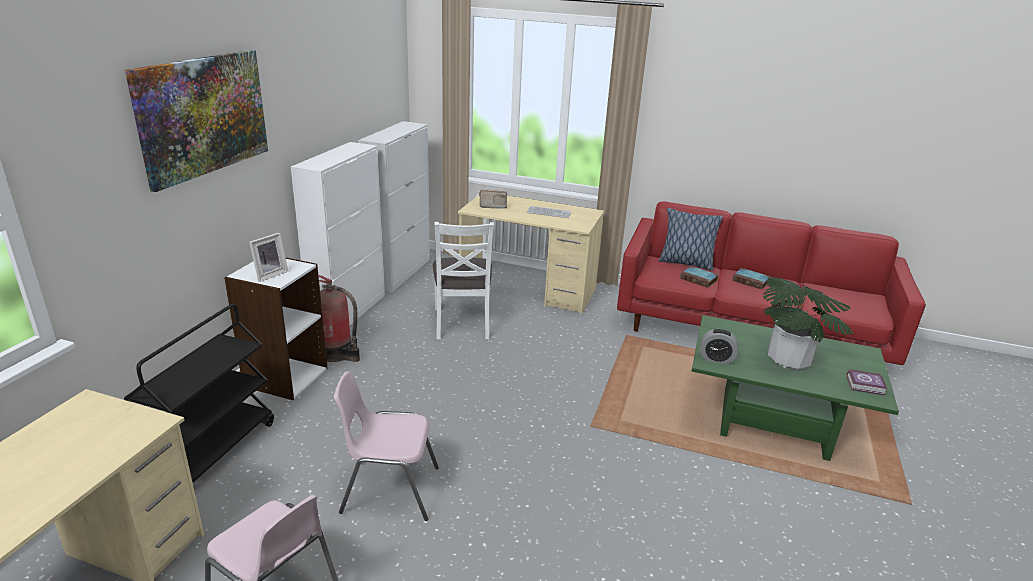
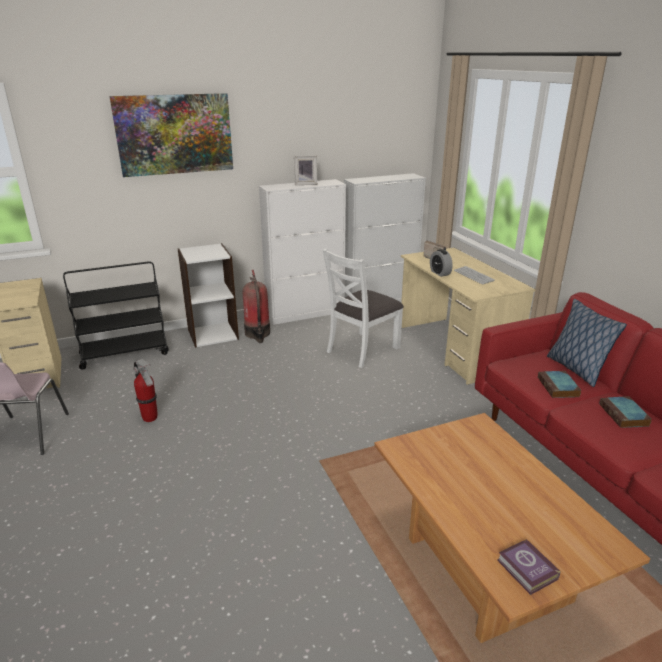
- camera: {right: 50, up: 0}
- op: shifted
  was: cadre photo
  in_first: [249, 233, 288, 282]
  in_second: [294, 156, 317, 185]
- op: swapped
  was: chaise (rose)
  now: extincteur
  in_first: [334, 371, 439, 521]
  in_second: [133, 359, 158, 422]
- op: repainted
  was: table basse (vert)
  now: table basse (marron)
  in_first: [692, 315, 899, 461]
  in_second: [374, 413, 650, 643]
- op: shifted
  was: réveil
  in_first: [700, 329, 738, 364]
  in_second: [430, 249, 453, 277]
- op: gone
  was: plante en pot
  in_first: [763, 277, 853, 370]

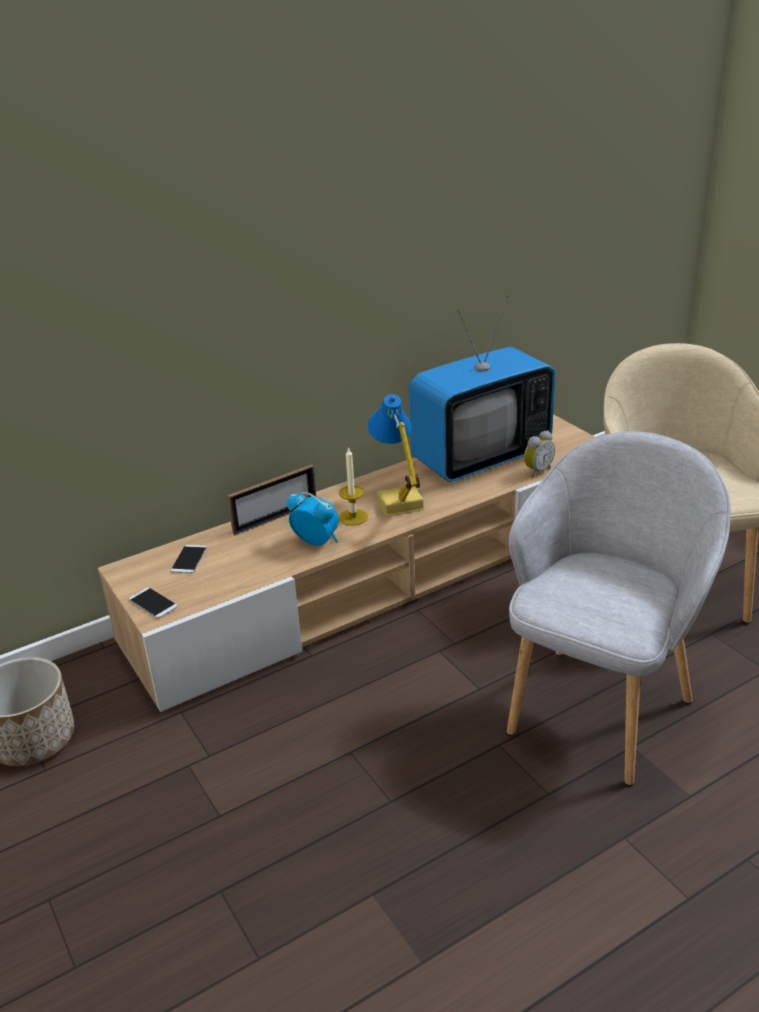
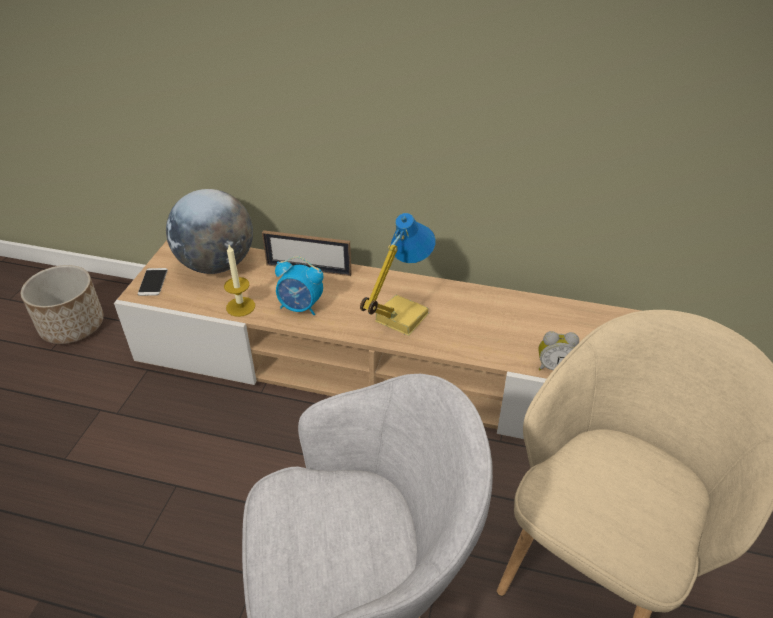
- camera: {right: 45, up: 10}
- op: swapped
  was: téléphone
  now: globe
  in_first: [171, 545, 207, 574]
  in_second: [166, 189, 253, 274]
- op: rotated
  was: réveil
  in_first: [287, 492, 339, 546]
  in_second: [275, 256, 323, 315]
  clockwise: 120
- op: shifted
  was: bougie
  in_first: [339, 447, 368, 526]
  in_second: [224, 245, 255, 317]
- op: gone
  was: téléviseur
  in_first: [409, 296, 556, 482]

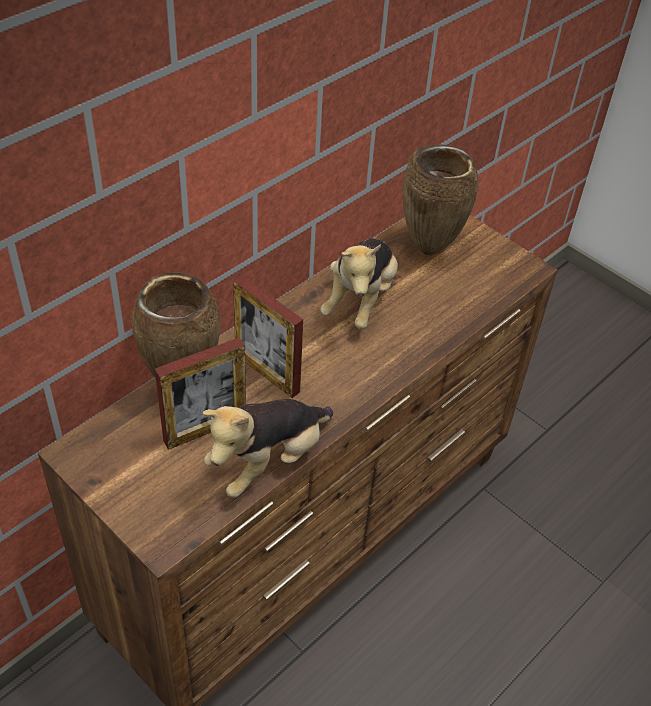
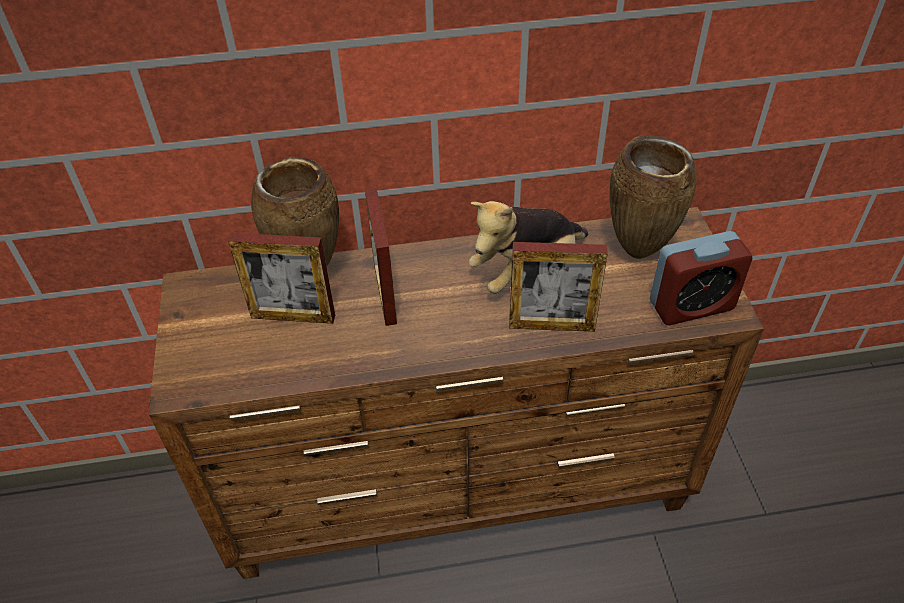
- camera: {right: 40, up: 0}
- op: gone
  was: peluche
  in_first: [203, 399, 333, 498]
- op: new
  now: cadre photo
  in_second: [509, 242, 608, 332]
- op: new
  now: réveil
  in_second: [650, 231, 753, 325]

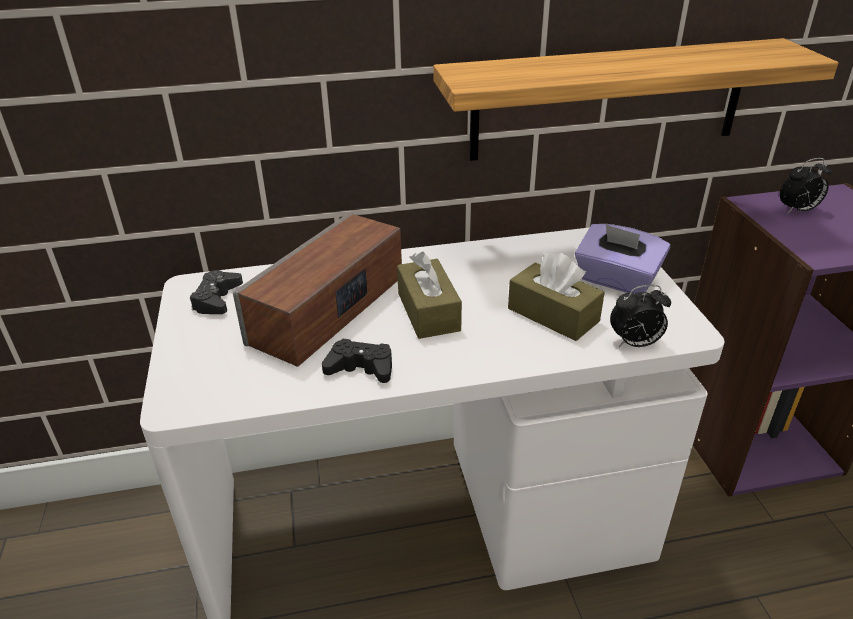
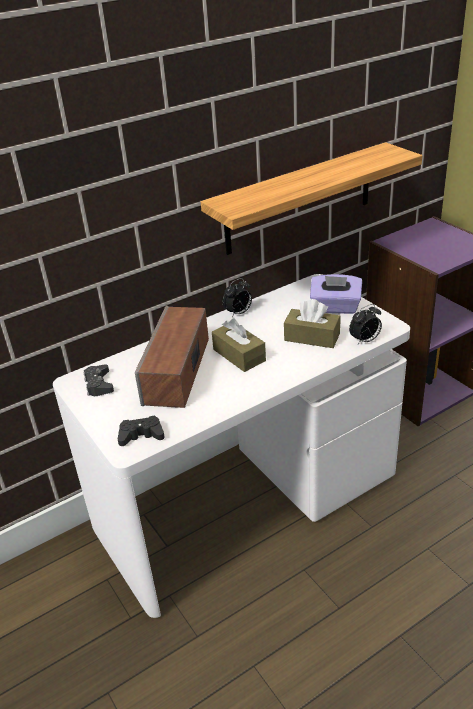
- camera: {right: -20, up: 0}
- op: shifted
  was: manette (noir)
  in_first: [322, 339, 392, 383]
  in_second: [118, 416, 165, 446]
- op: shifted
  was: réveil
  in_first: [780, 158, 832, 214]
  in_second: [223, 278, 252, 317]

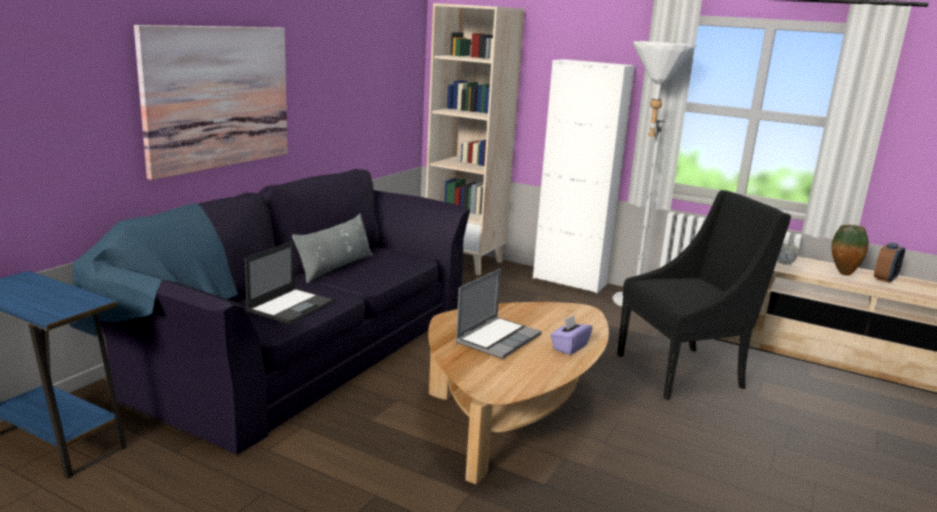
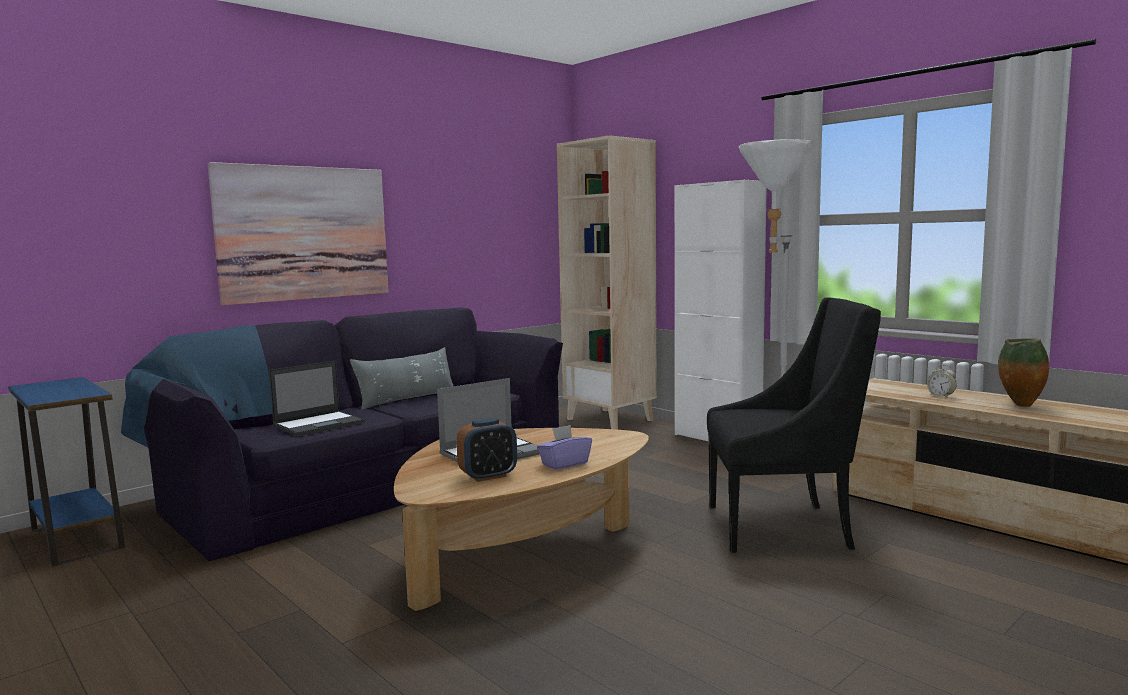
- camera: {right: 20, up: -10}
- op: shifted
  was: réveil
  in_first: [874, 243, 905, 283]
  in_second: [456, 418, 517, 482]

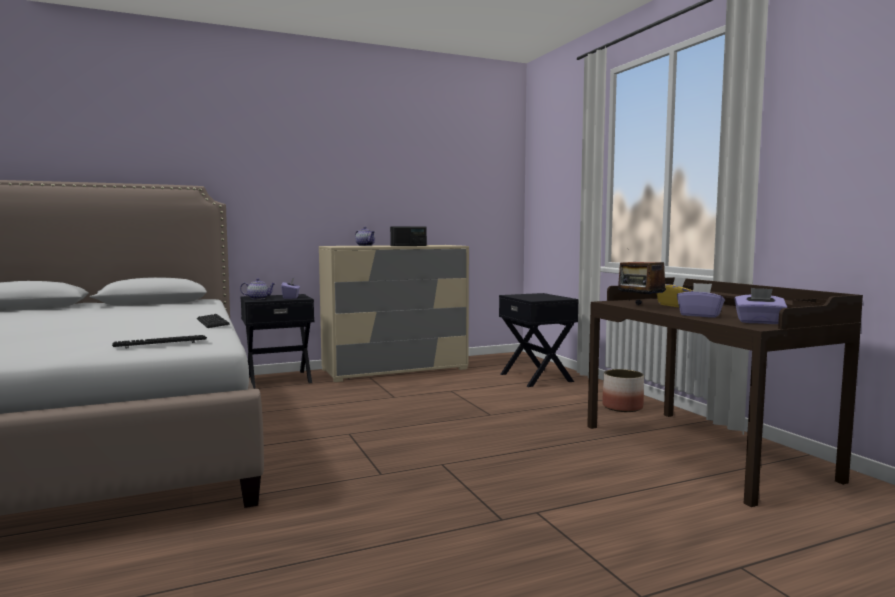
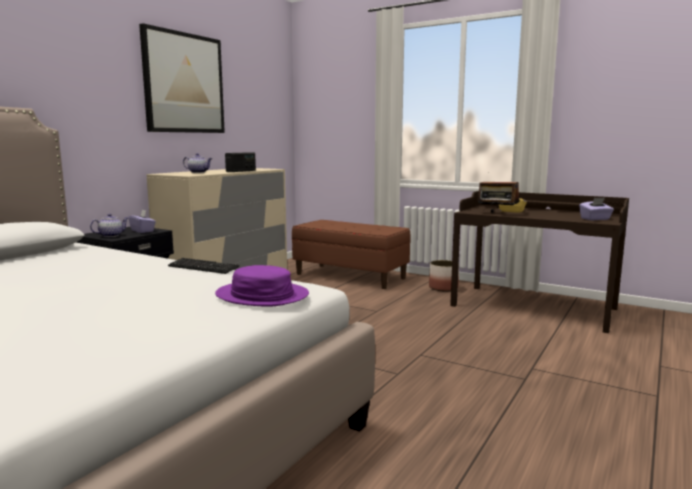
- camera: {right: -35, up: 5}
- op: swapped
  was: clavier
  now: chapeau (violet)
  in_first: [112, 335, 207, 349]
  in_second: [215, 265, 309, 307]
- op: swapped
  was: table de chevet (noir)
  now: banc (marron)
  in_first: [499, 293, 579, 387]
  in_second: [292, 220, 411, 289]
- op: gone
  was: boîte à mouchoirs (violet)
  in_first: [677, 283, 725, 318]
- op: new
  now: tableau
  in_second: [139, 23, 225, 133]

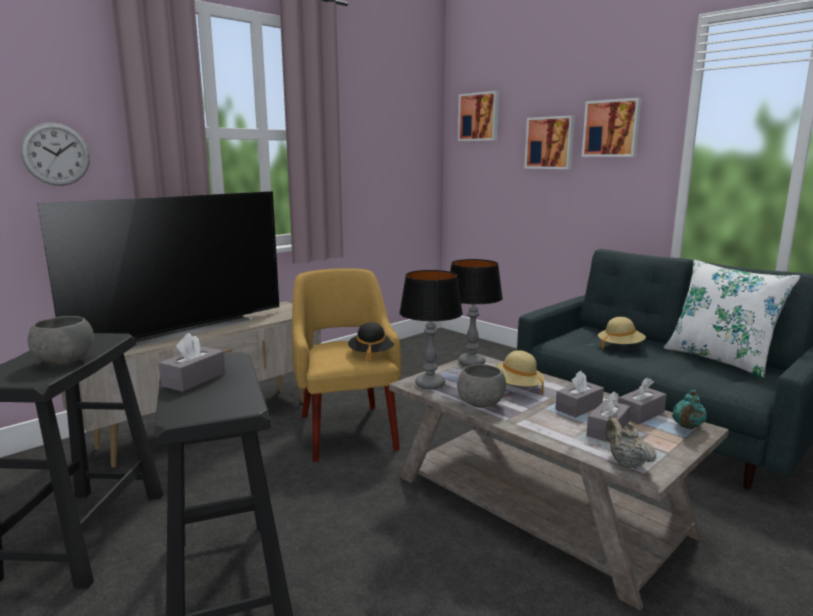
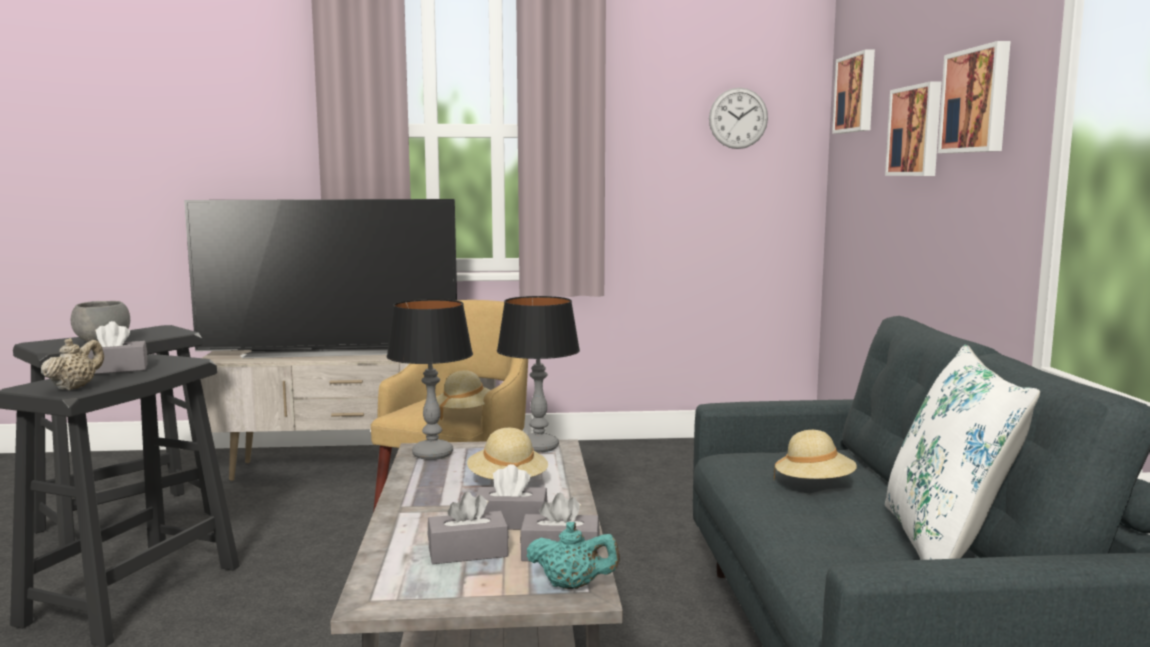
- camera: {right: 40, up: -5}
- op: shifted
  was: horloge murale
  in_first: [20, 122, 90, 186]
  in_second: [709, 88, 768, 149]
- op: repainted
  was: chapeau (noir)
  now: chapeau (beige)
  in_first: [348, 322, 394, 362]
  in_second: [436, 370, 491, 420]
- op: gone
  was: bol (gris)
  in_first: [457, 364, 506, 408]
- op: shifted
  was: théière (beige)
  in_first: [605, 417, 657, 469]
  in_second: [41, 338, 104, 391]
- op: rotated
  was: théière (turquoise)
  in_first: [672, 390, 706, 429]
  in_second: [527, 522, 620, 589]
  clockwise: -150

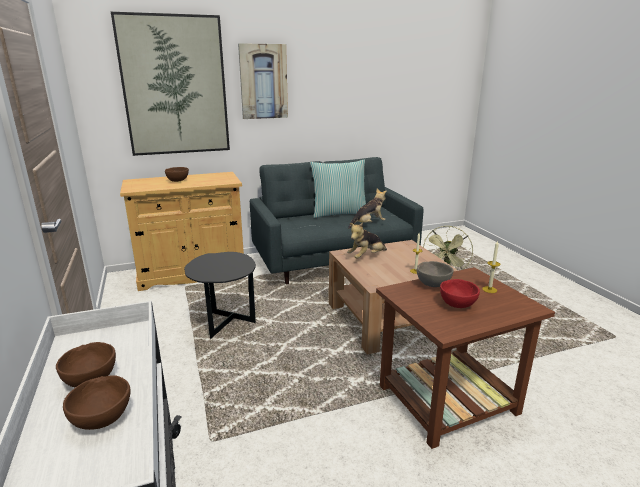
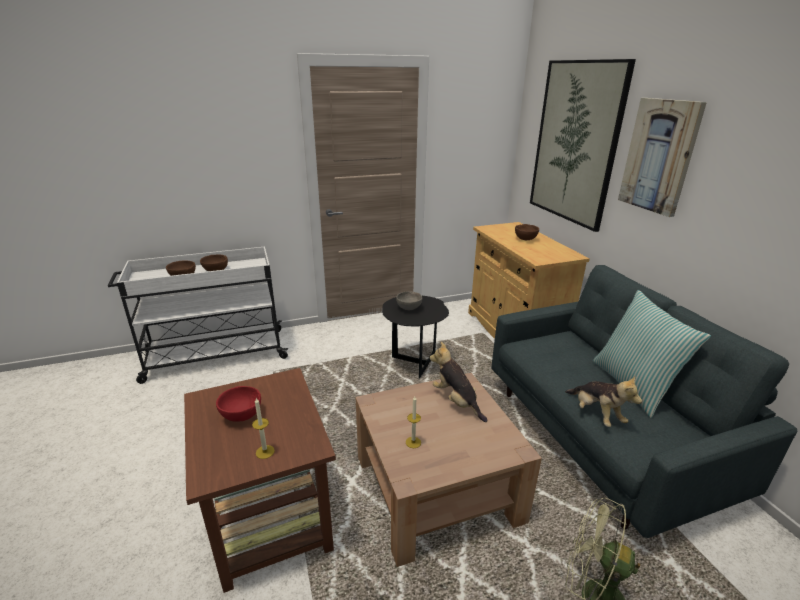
- camera: {right: 90, up: 5}
- op: shifted
  was: bol (gris)
  in_first: [417, 261, 453, 287]
  in_second: [396, 291, 422, 310]

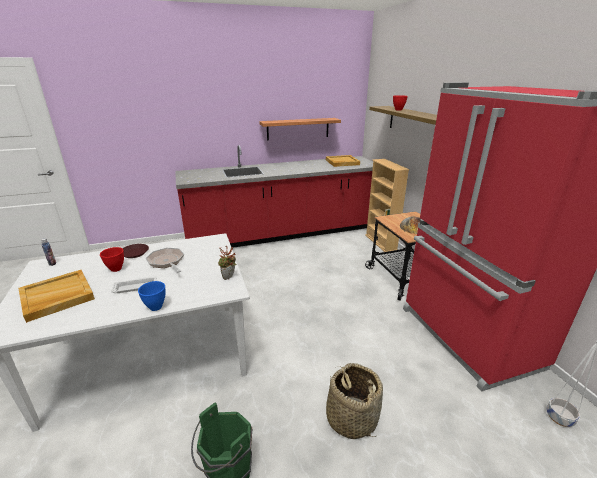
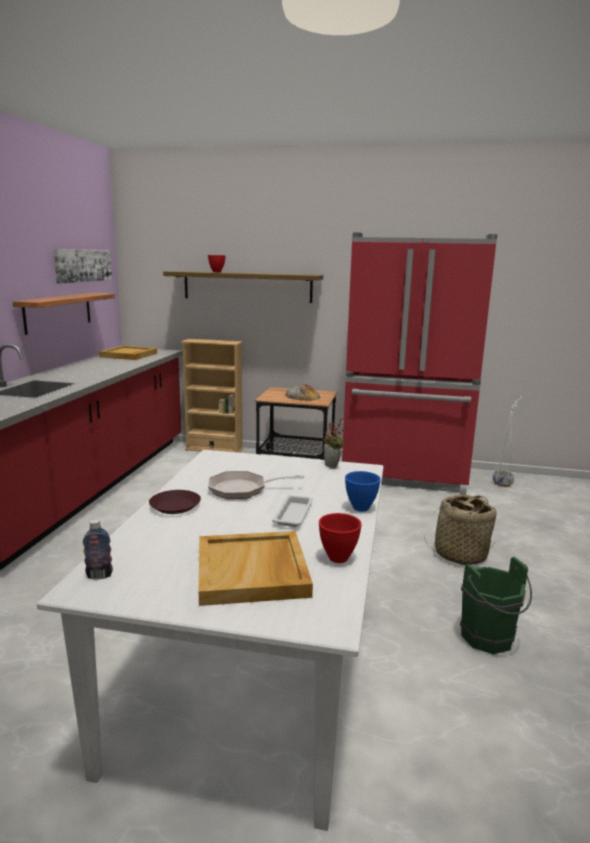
- camera: {right: -60, up: -10}
- op: shifted
  was: bol (rouge)
  in_first: [100, 247, 124, 272]
  in_second: [319, 513, 362, 563]
- op: new
  now: tableau
  in_second: [53, 249, 112, 284]

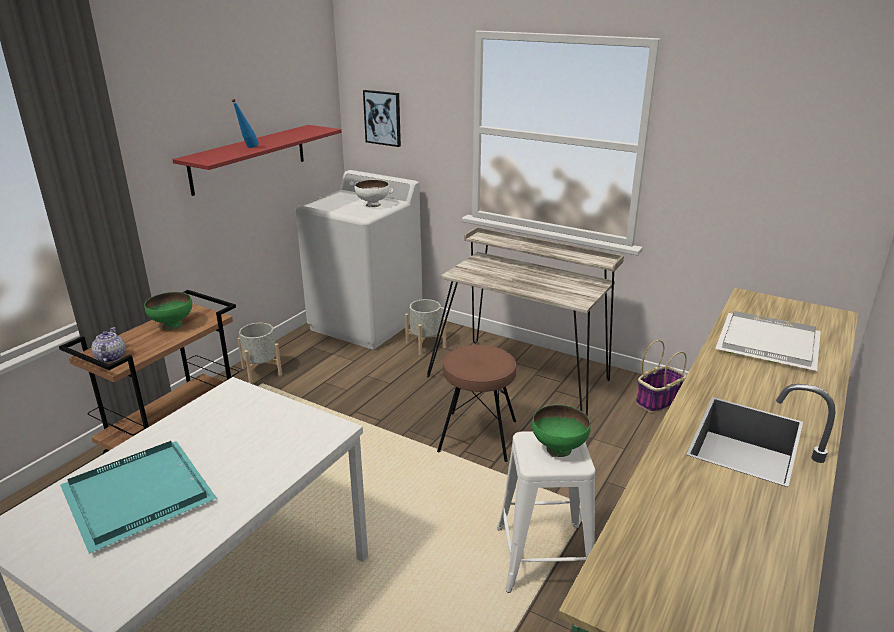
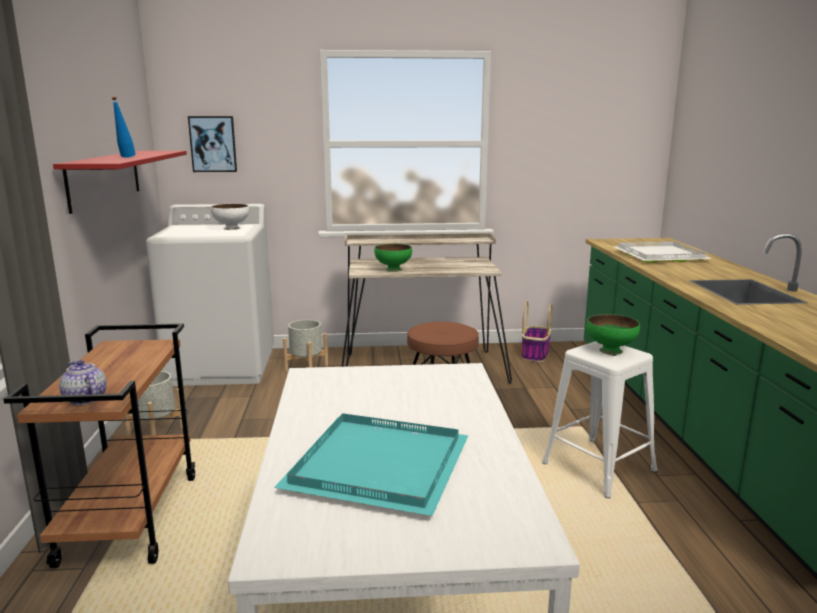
- camera: {right: -35, up: -10}
- op: shifted
  was: bol (vert)
  in_first: [144, 292, 192, 330]
  in_second: [374, 243, 412, 272]

